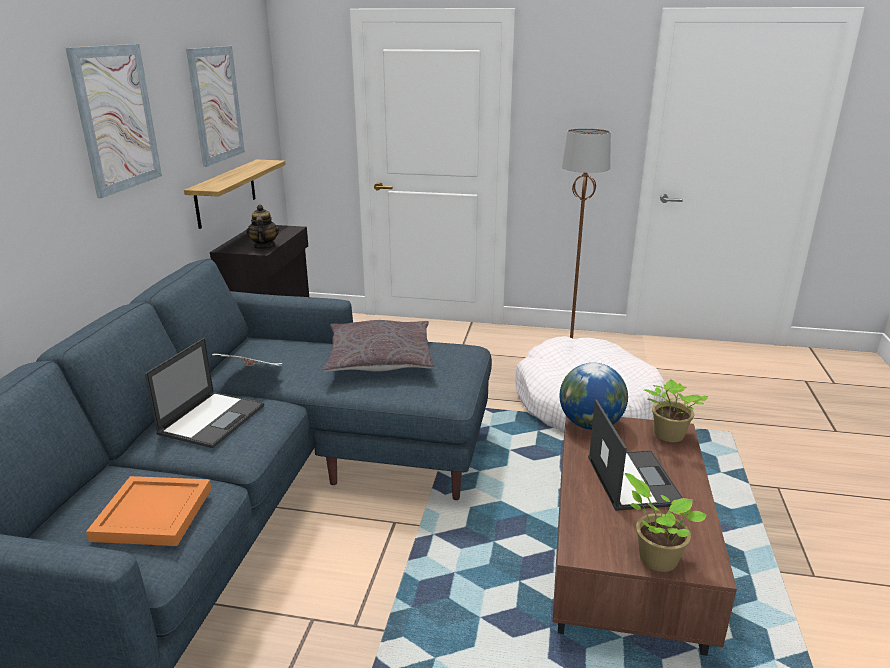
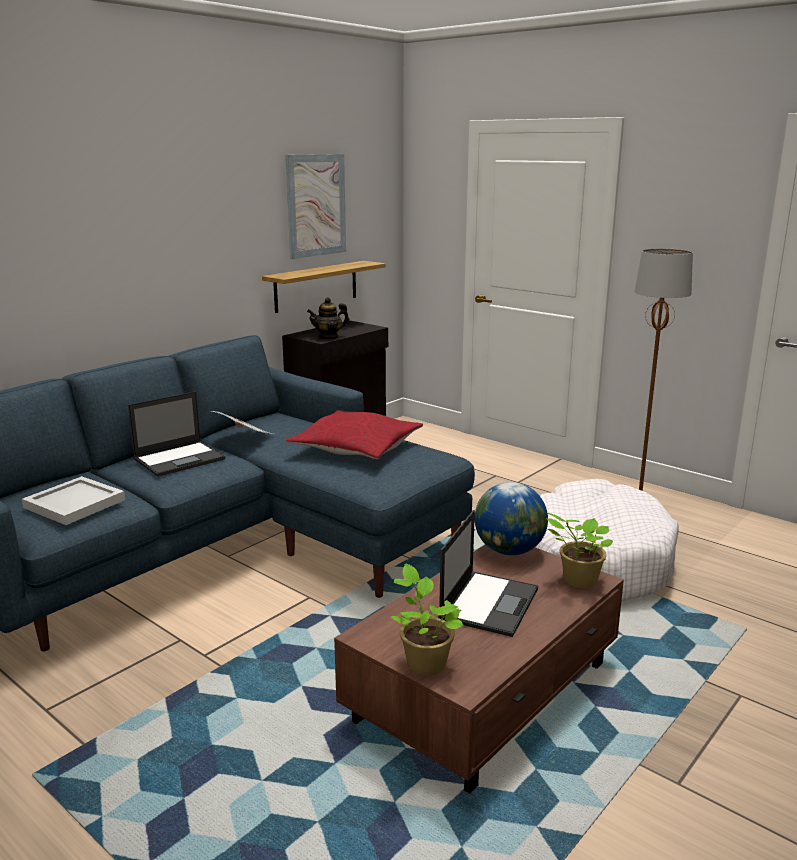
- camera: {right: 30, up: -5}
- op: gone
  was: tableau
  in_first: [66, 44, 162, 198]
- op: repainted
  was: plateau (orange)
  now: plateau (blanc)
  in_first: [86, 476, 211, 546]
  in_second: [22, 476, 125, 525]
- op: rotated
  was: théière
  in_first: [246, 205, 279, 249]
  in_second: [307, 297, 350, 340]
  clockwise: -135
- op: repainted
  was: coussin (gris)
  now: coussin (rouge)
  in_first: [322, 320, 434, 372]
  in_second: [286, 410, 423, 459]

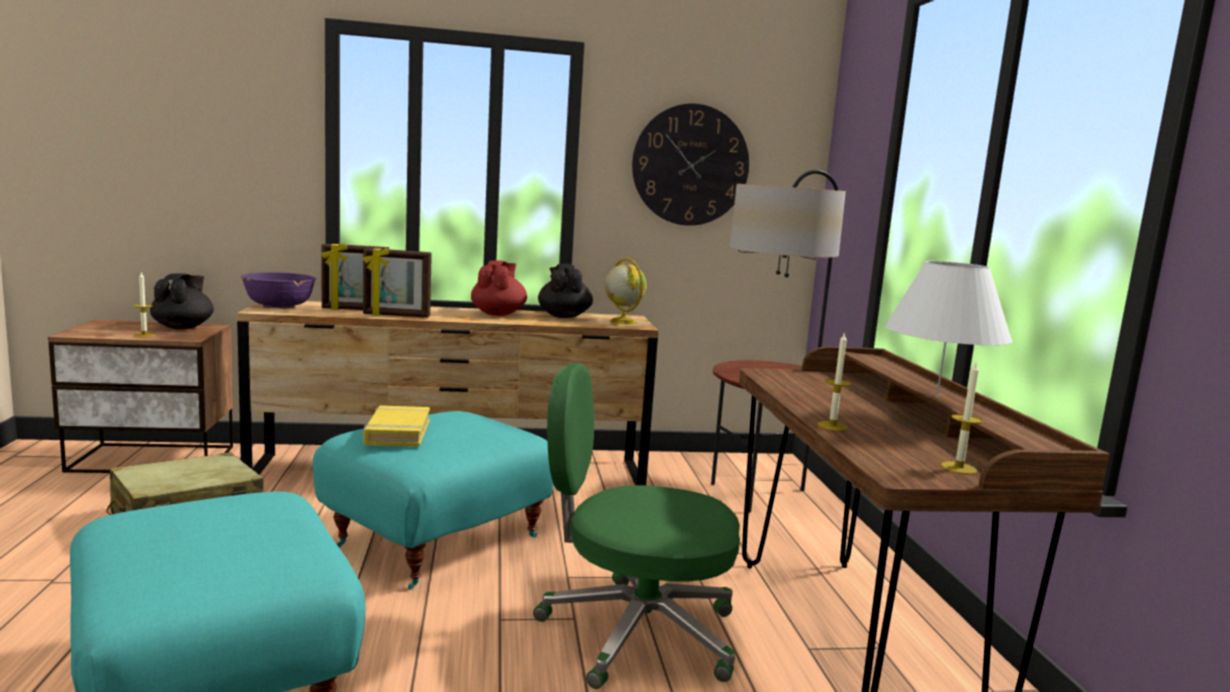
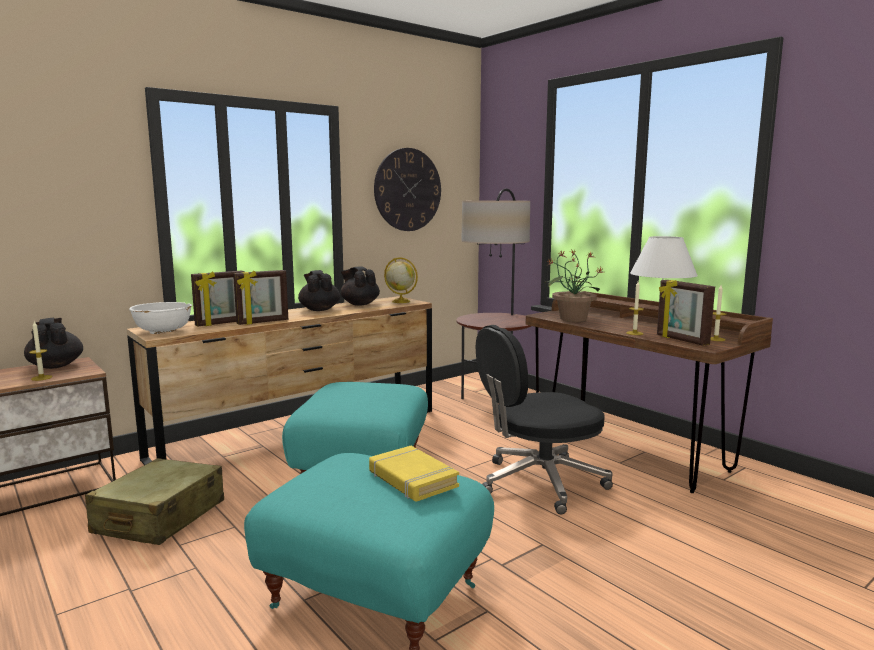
- camera: {right: -30, up: 0}
- op: repainted
  was: bol (violet)
  now: bol (blanc)
  in_first: [241, 272, 316, 309]
  in_second: [129, 302, 192, 334]
- op: shifted
  was: livre (jaune)
  in_first: [363, 405, 430, 447]
  in_second: [369, 446, 459, 502]
- op: repainted
  was: théière (rouge)
  now: théière (noir)
  in_first: [471, 260, 527, 316]
  in_second: [298, 270, 340, 311]
- op: repainted
  was: chaise de bureau (vert)
  now: chaise de bureau (noir)
  in_first: [533, 363, 740, 689]
  in_second: [476, 325, 613, 514]
- op: new
  now: plante en pot
  in_second: [544, 249, 603, 322]
- op: new
  now: cadre photo
  in_second: [657, 280, 715, 346]

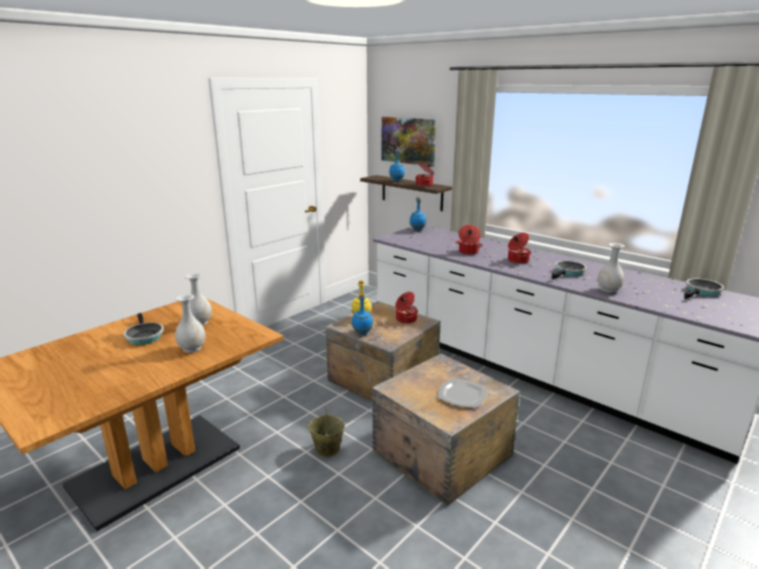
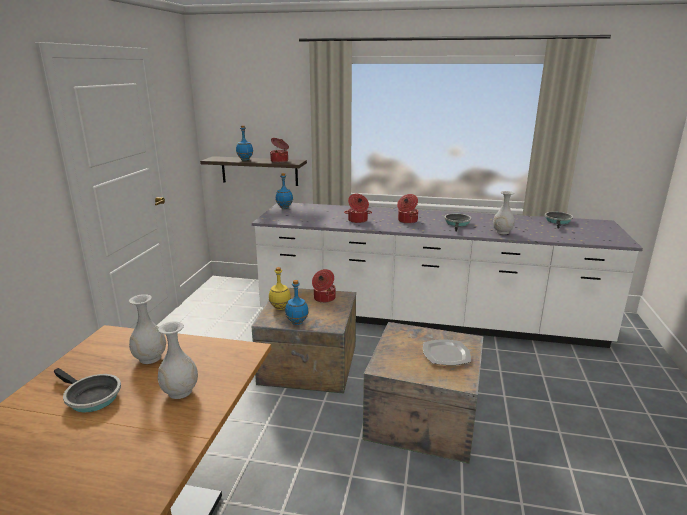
- camera: {right: -30, up: 0}
- op: gone
  was: seau (beige)
  in_first: [308, 407, 345, 457]
- op: gone
  was: tableau
  in_first: [382, 117, 436, 167]

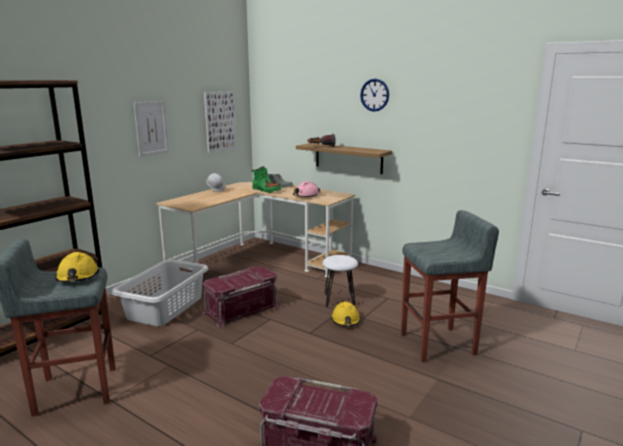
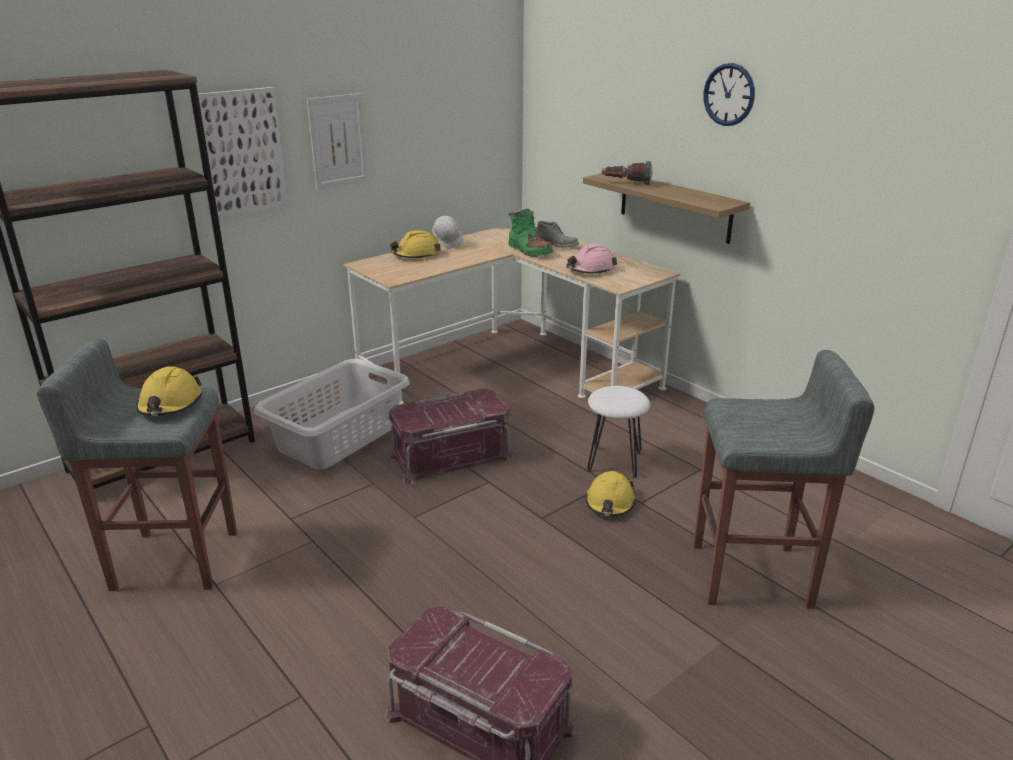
- camera: {right: 15, up: 10}
- op: shifted
  was: tableau
  in_first: [204, 91, 236, 153]
  in_second: [198, 87, 289, 218]
- op: new
  now: casque de chantier (jaune)
  in_second: [390, 230, 441, 259]

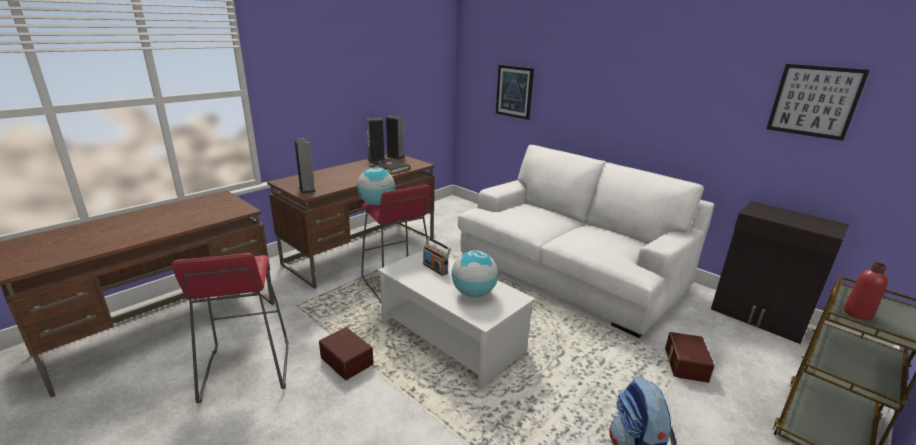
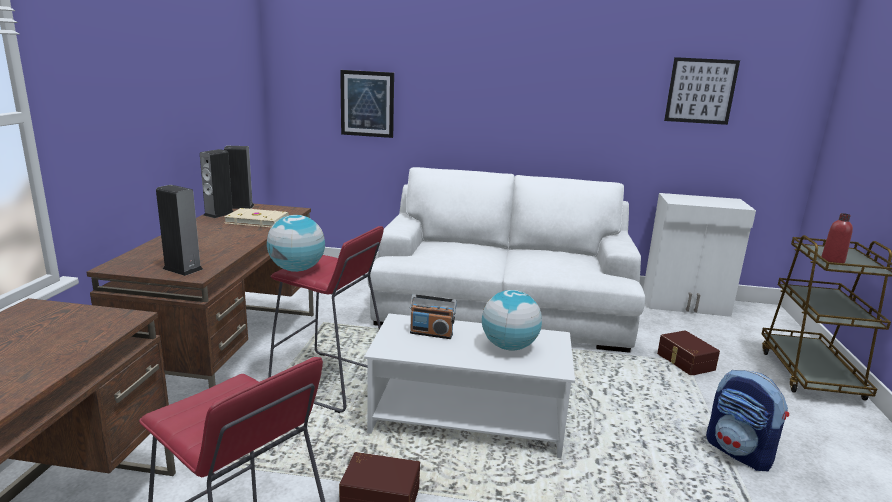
- camera: {right: -35, up: -5}
- op: repainted
  was: livre (noir)
  now: livre (beige)
  in_first: [370, 158, 410, 174]
  in_second: [225, 208, 289, 227]
- op: repainted
  was: meuble de rangement (noir)
  now: meuble de rangement (blanc)
  in_first: [711, 201, 849, 344]
  in_second: [643, 193, 756, 317]

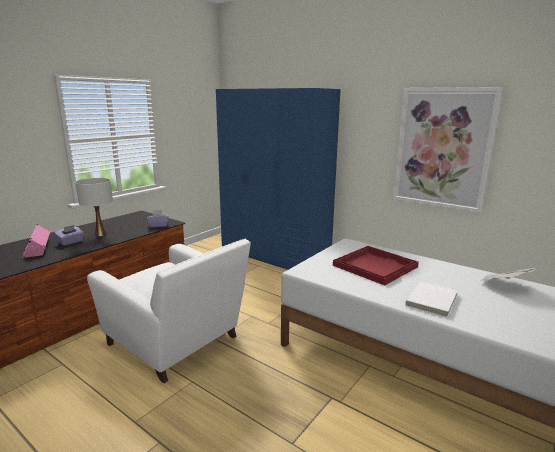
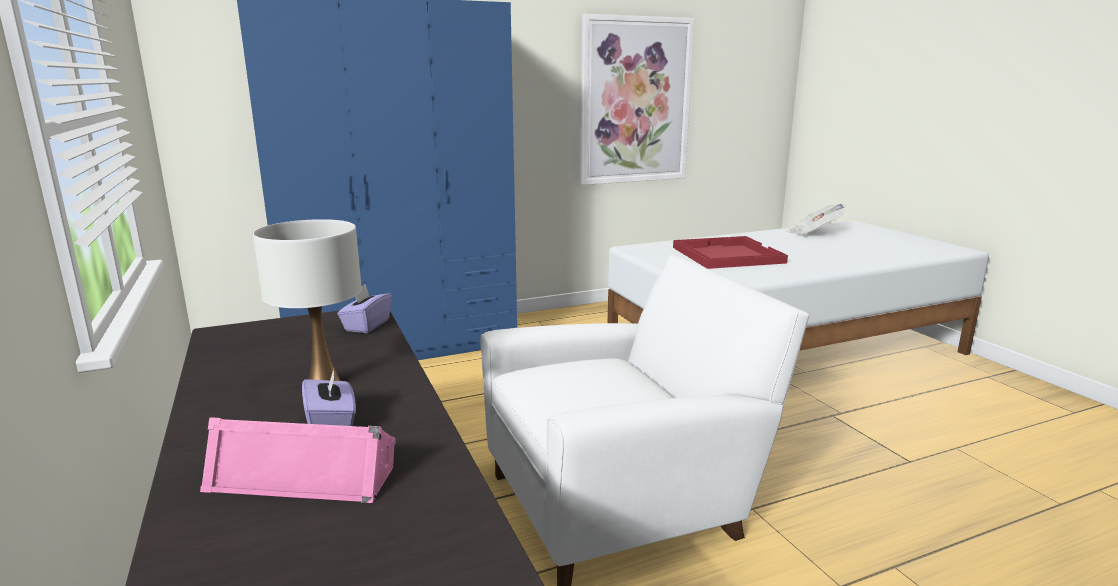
- camera: {right: -60, up: 0}
- op: gone
  was: livre (blanc)
  in_first: [405, 281, 458, 317]

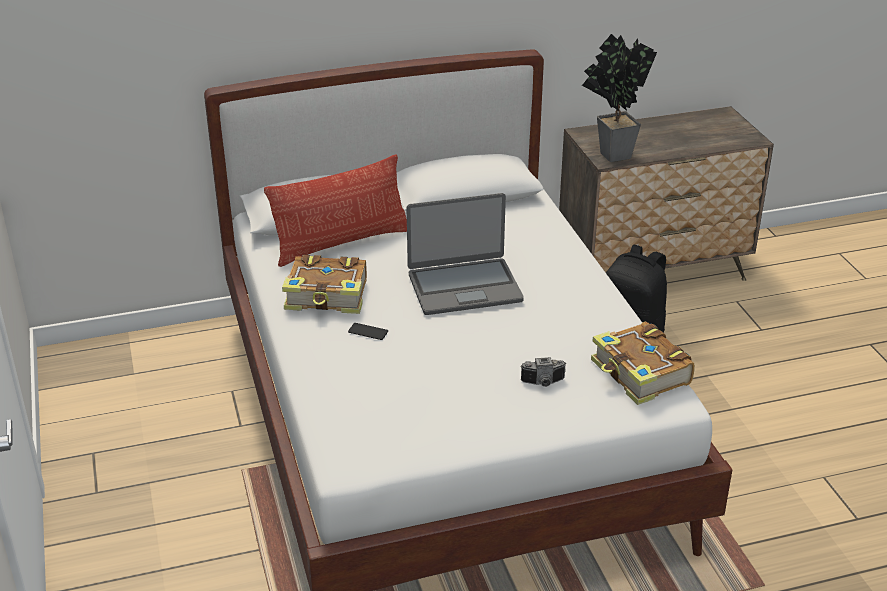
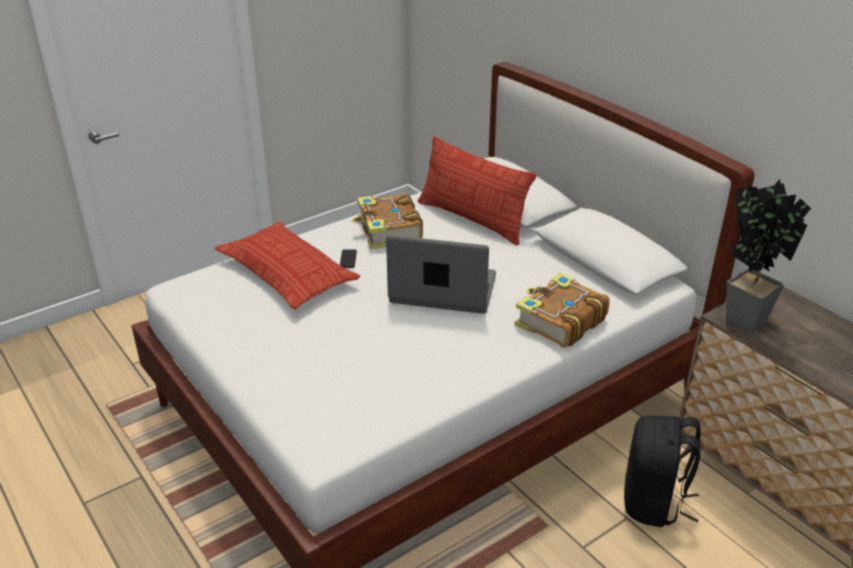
- camera: {right: 70, up: 0}
- op: rotated
  was: ordinateur portable
  in_first: [407, 193, 524, 315]
  in_second: [386, 235, 496, 314]
  clockwise: 135
- op: gone
  was: appareil photo
  in_first: [520, 357, 566, 387]
- op: shifted
  was: livre
  in_first: [591, 321, 695, 405]
  in_second: [515, 273, 610, 348]
- op: new
  now: coussin
  in_second: [215, 222, 360, 310]

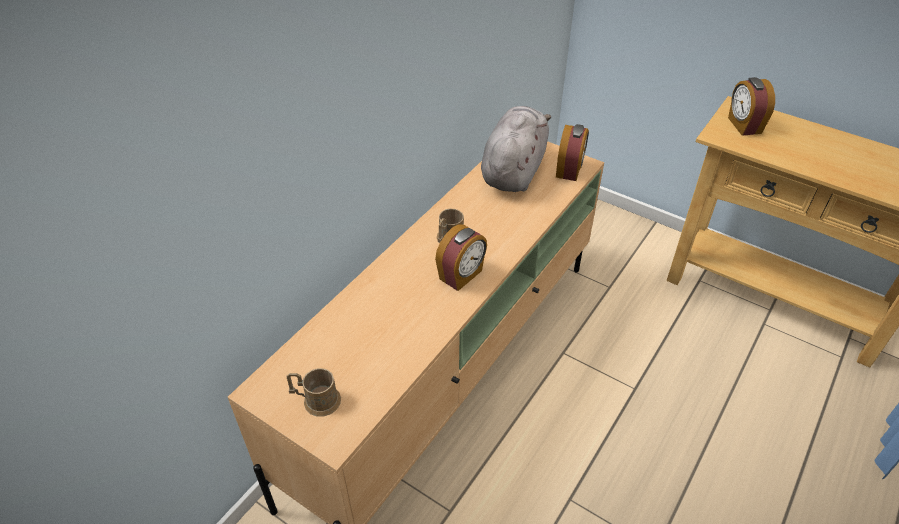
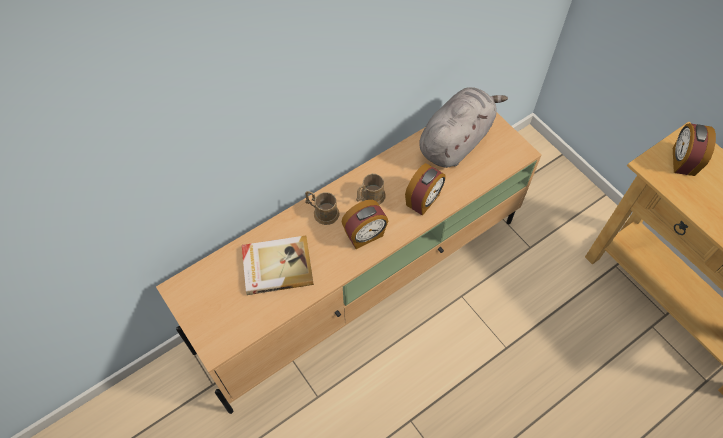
- camera: {right: 20, up: 15}
- op: shifted
  was: mug (marron)
  in_first: [286, 368, 341, 417]
  in_second: [305, 191, 339, 225]
- op: shifted
  was: réveil
  in_first: [556, 124, 589, 181]
  in_second: [405, 163, 445, 216]
- op: new
  now: livre
  in_second: [242, 235, 314, 295]

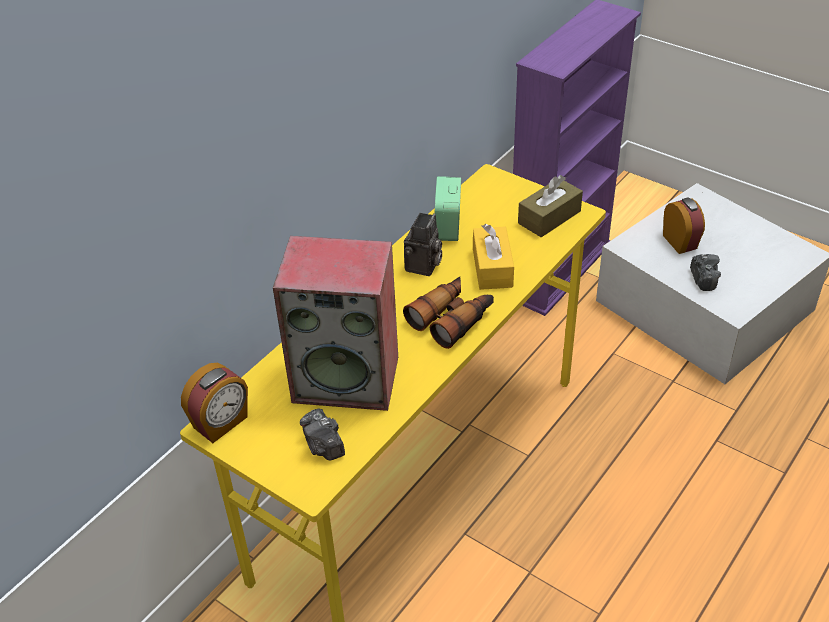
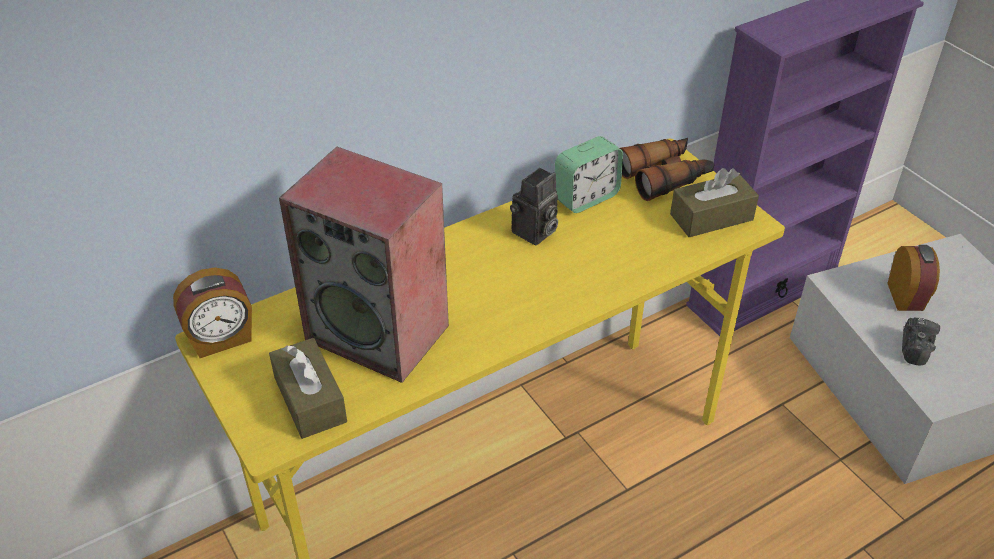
- camera: {right: 20, up: 0}
- op: swapped
  was: appareil photo
  now: boîte à mouchoirs (marron)
  in_first: [300, 408, 345, 460]
  in_second: [269, 338, 347, 439]
- op: shifted
  was: jumelles
  in_first: [403, 277, 494, 349]
  in_second: [620, 138, 714, 201]
- op: rotated
  was: réveil
  in_first: [435, 176, 461, 241]
  in_second: [555, 136, 623, 213]
  clockwise: -150
- op: gone
  was: boîte à mouchoirs (jaune)
  in_first: [473, 224, 514, 290]

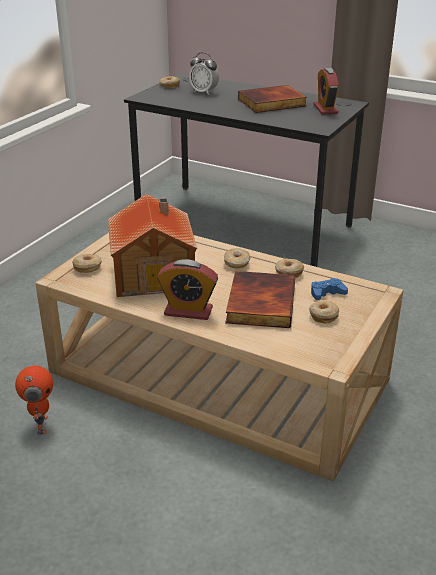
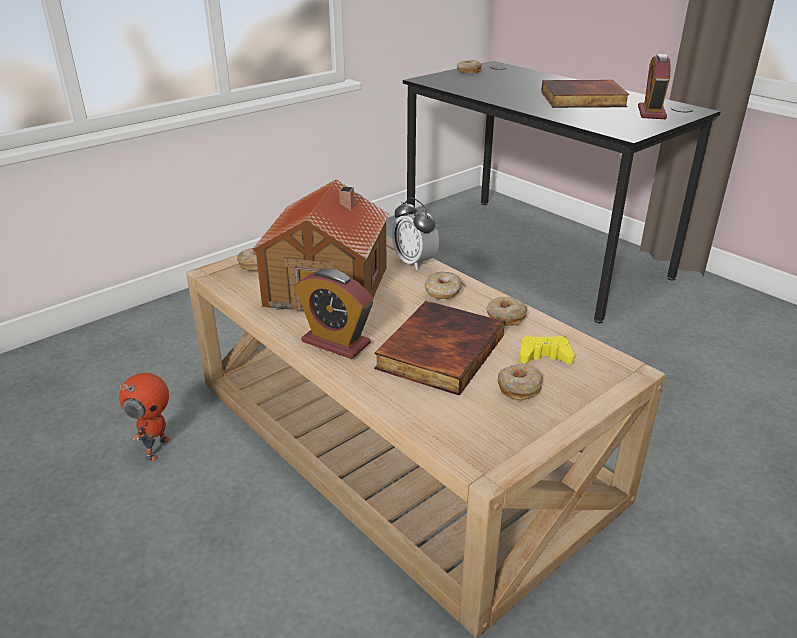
- camera: {right: 20, up: 0}
- op: shifted
  was: réveil
  in_first: [189, 52, 219, 95]
  in_second: [392, 198, 439, 270]
- op: repainted
  was: manette (bleu)
  now: manette (jaune)
  in_first: [311, 278, 348, 300]
  in_second: [519, 336, 575, 364]

